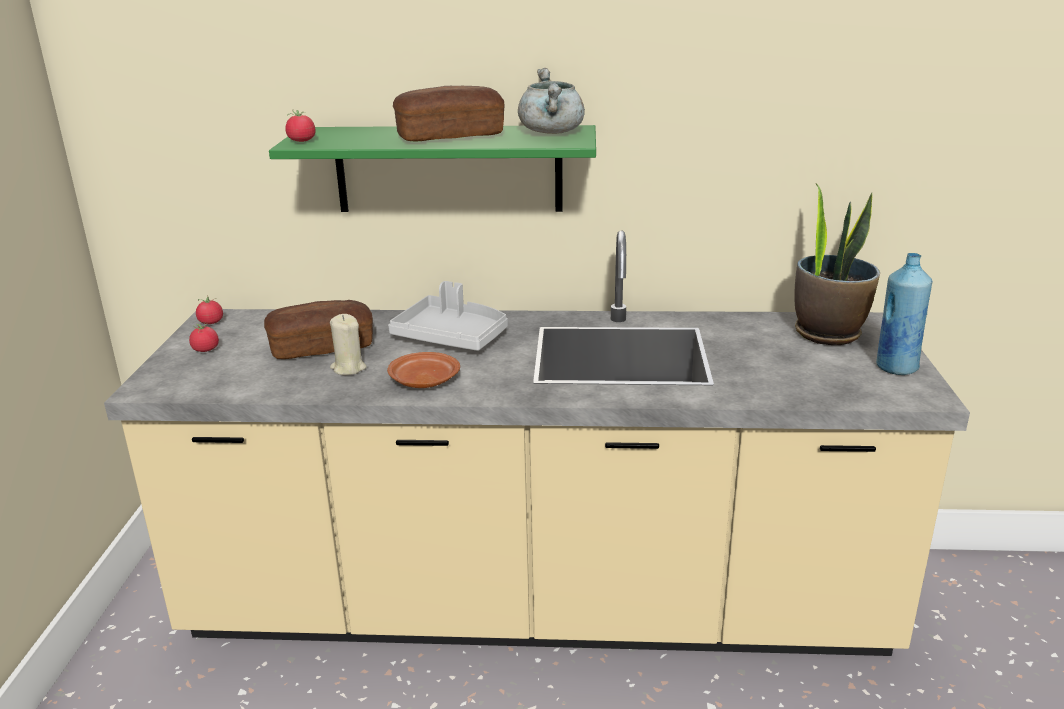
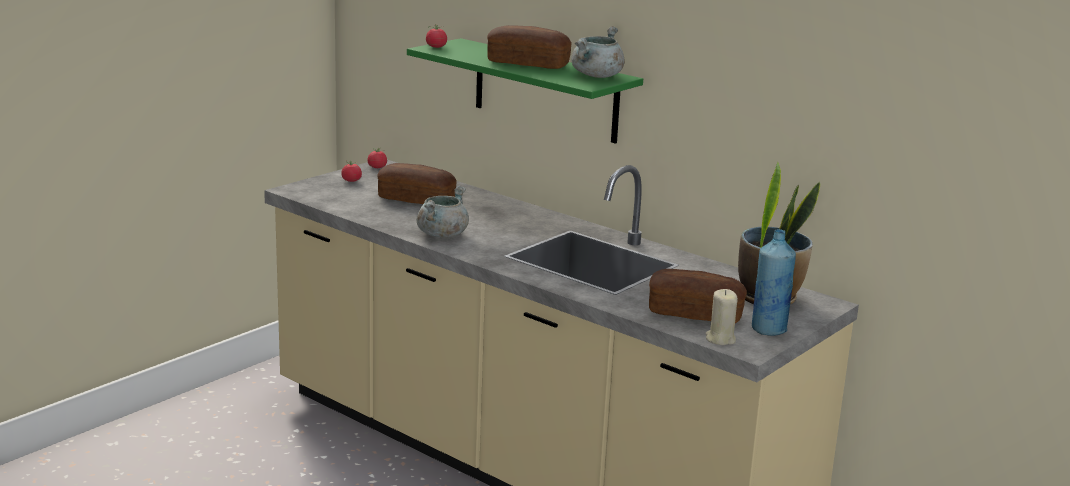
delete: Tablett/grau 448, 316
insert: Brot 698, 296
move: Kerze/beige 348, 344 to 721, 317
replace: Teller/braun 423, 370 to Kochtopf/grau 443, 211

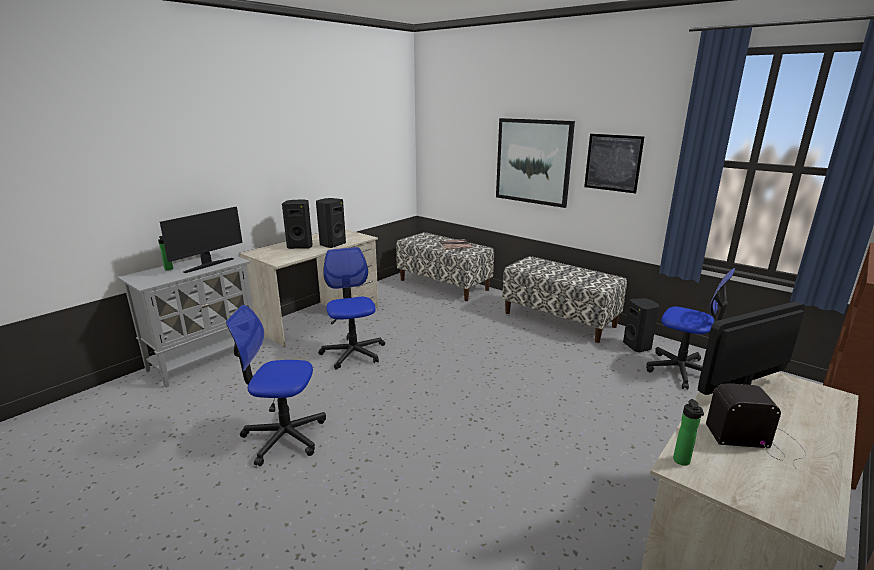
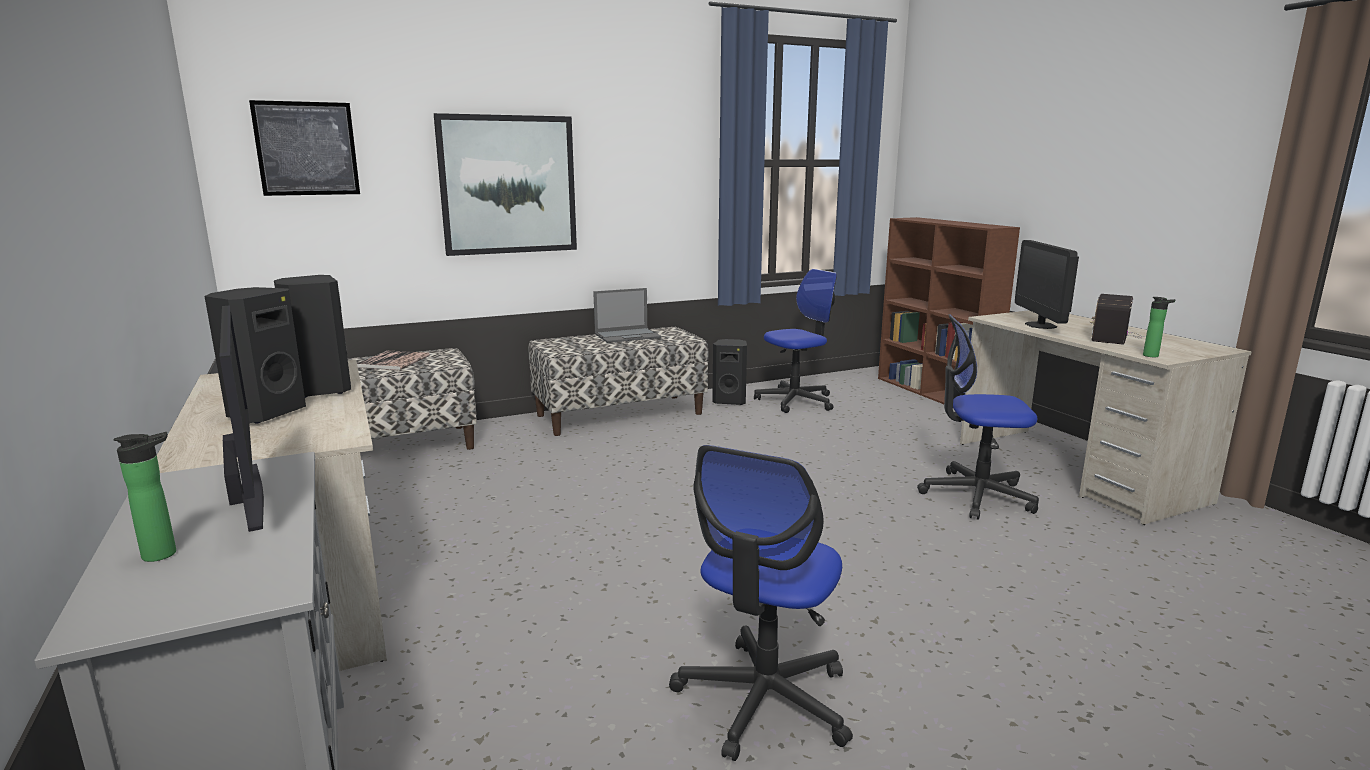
insert: Laptop 627, 315
move: Bürostuhl 351, 308 to 978, 417; Bild 614, 163 to 304, 148

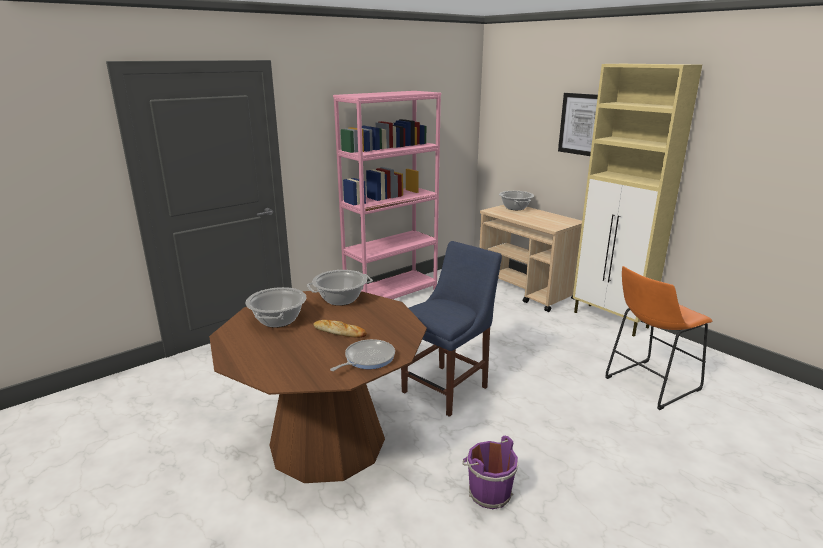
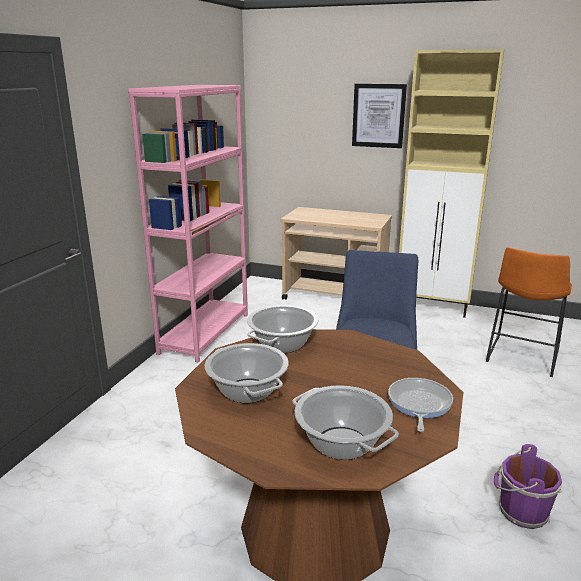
delete: Brot 340, 329
move: Kochtopf 516, 200 to 345, 422

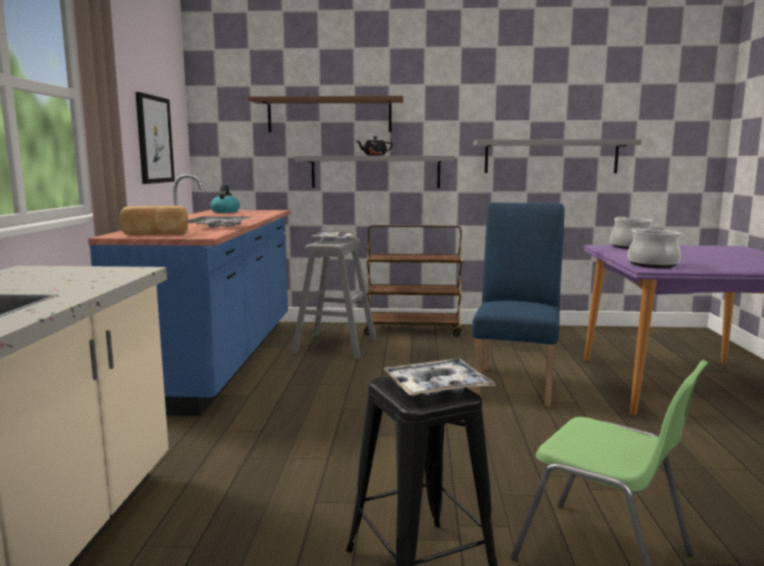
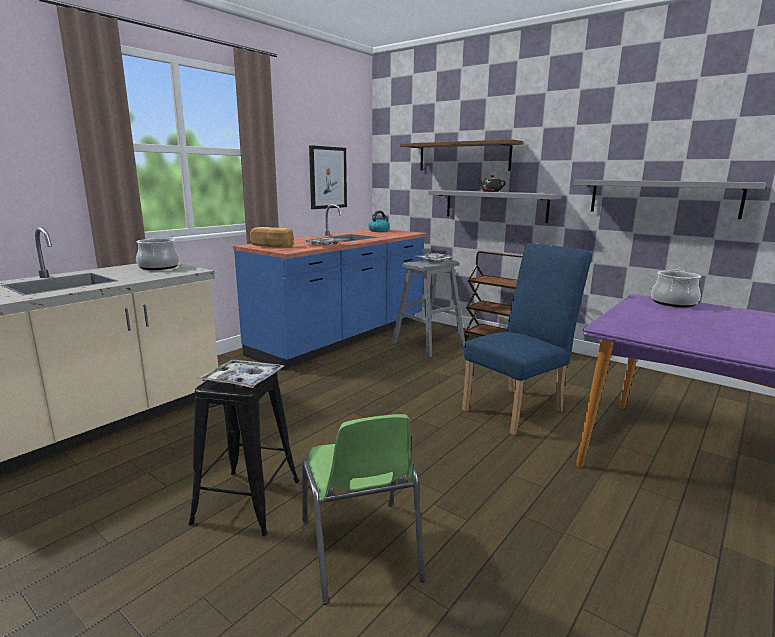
move: Kochtopf 655, 248 to 157, 253

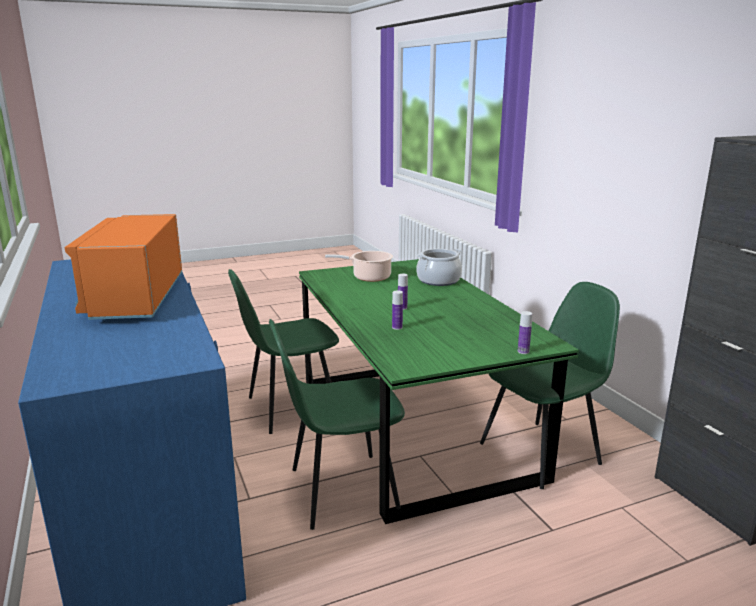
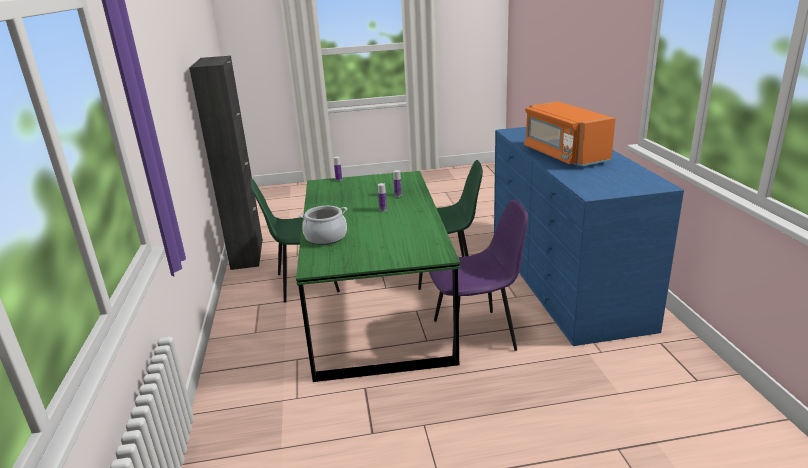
delete: Kochtopf 359, 266
recolor: Stuhl/grün 283, 351 to Stuhl/lila 478, 279
rotate: Mikrowelle/orange 123, 267 = 570, 134 150 degrees clockwise

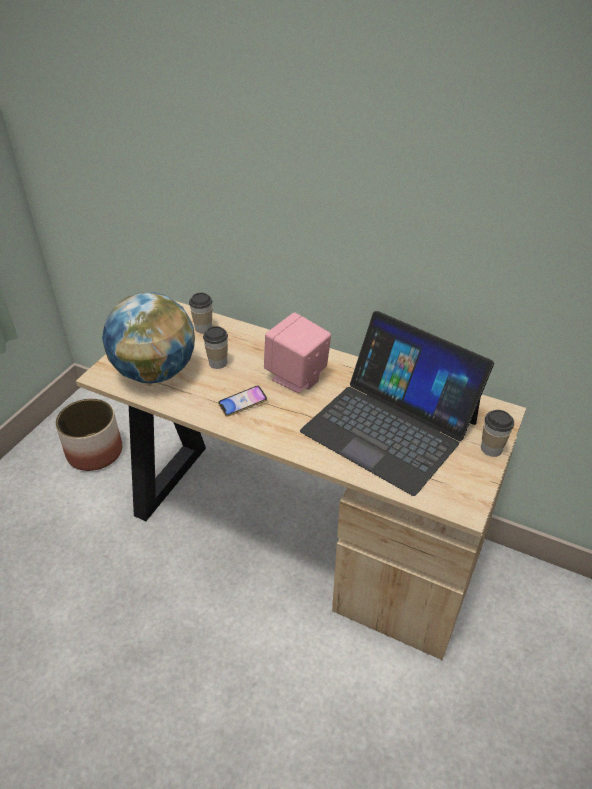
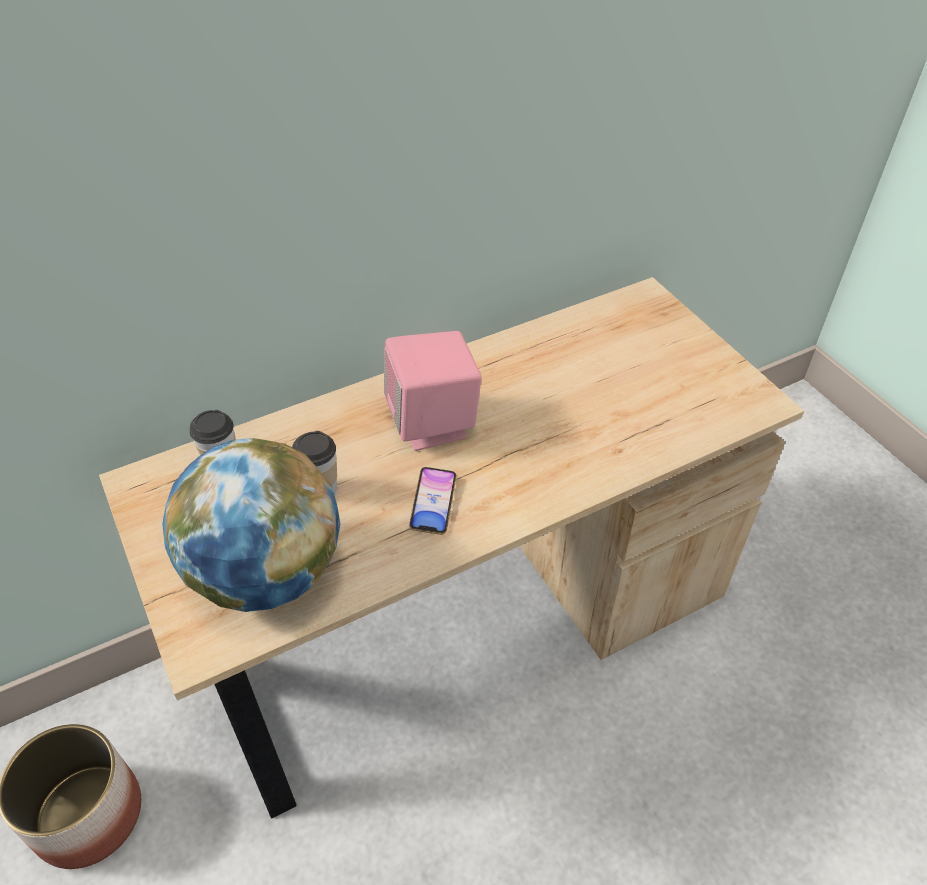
delete: Laptop 397, 403; Tasse 497, 433

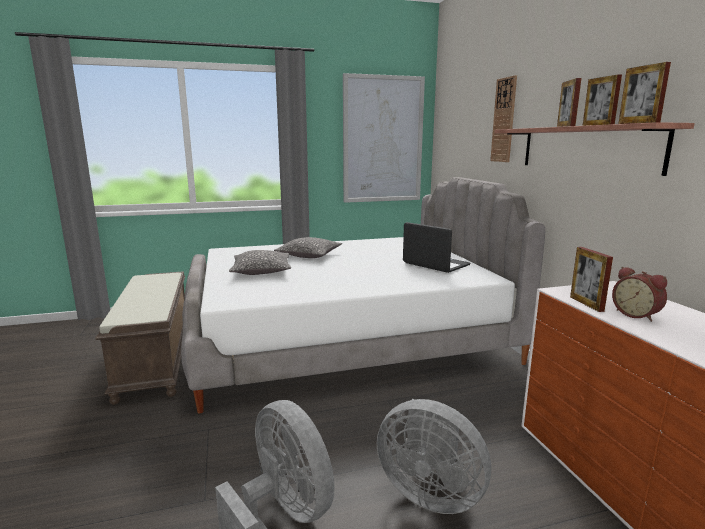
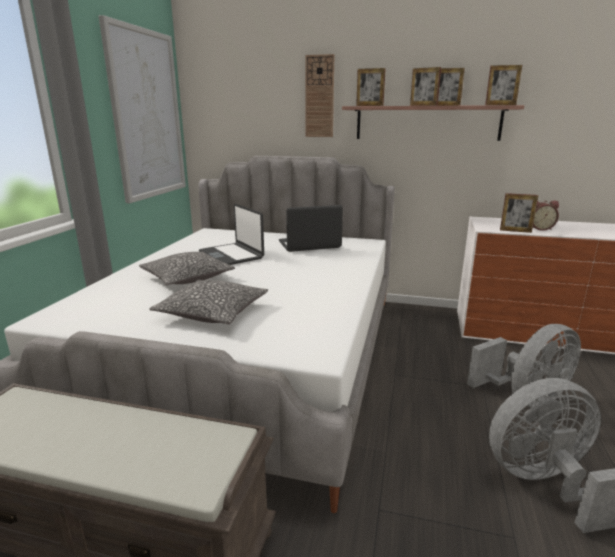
insert: Laptop 231, 234; Bilderrahmen 371, 87

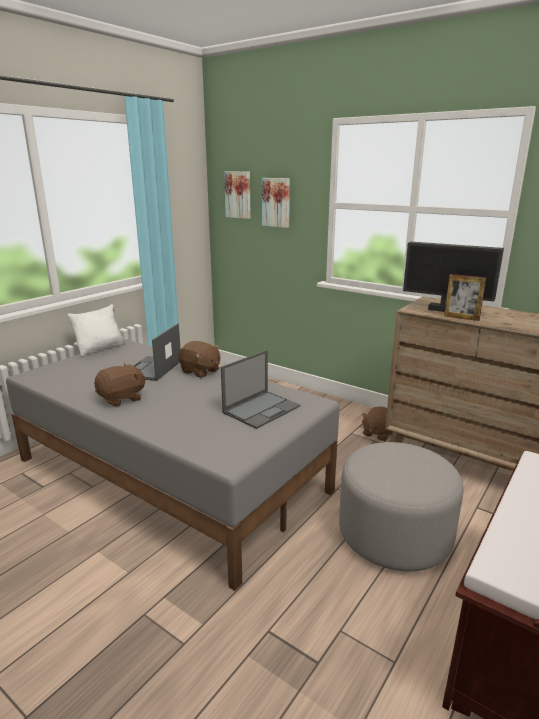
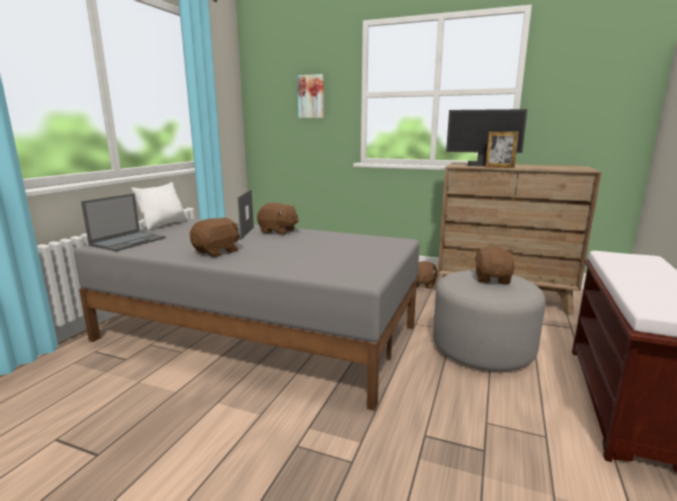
delete: Bild 237, 195
insert: Plüschtier/braun 494, 265
move: Laptop 260, 389 to 123, 222

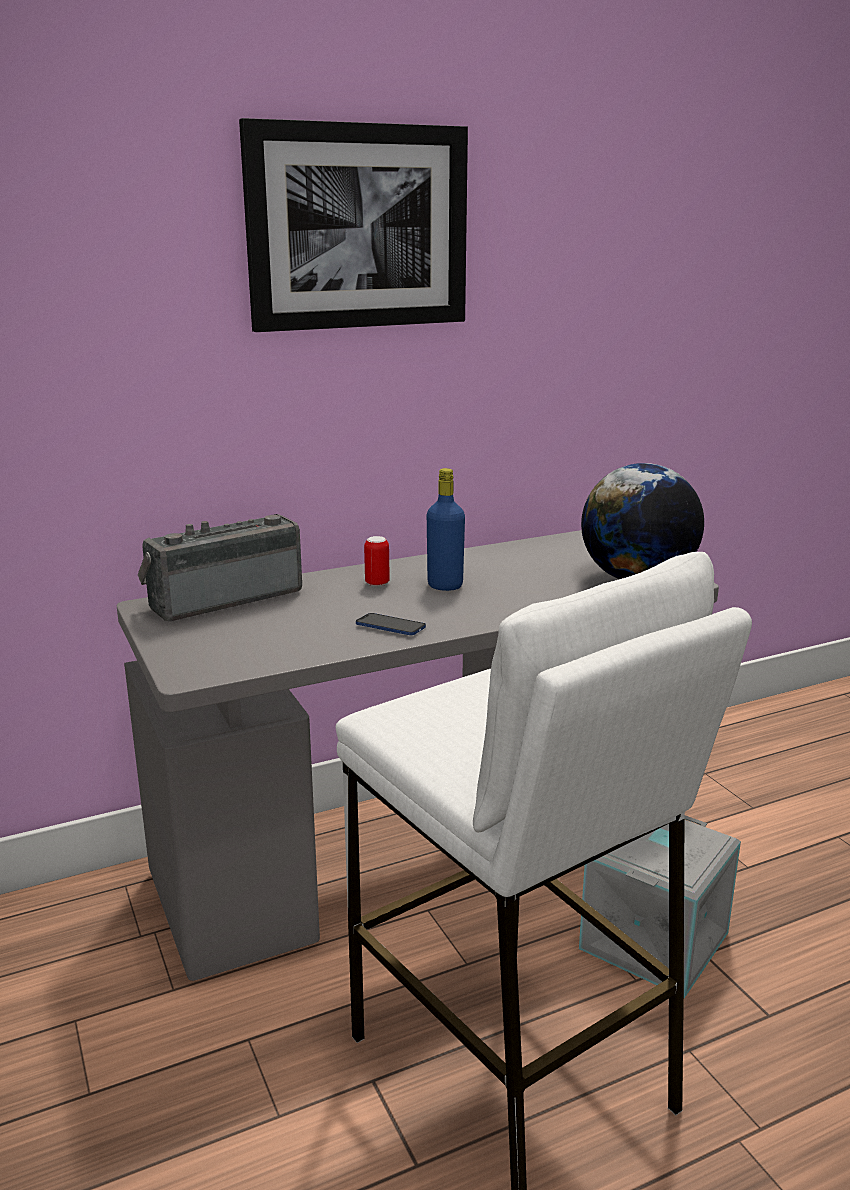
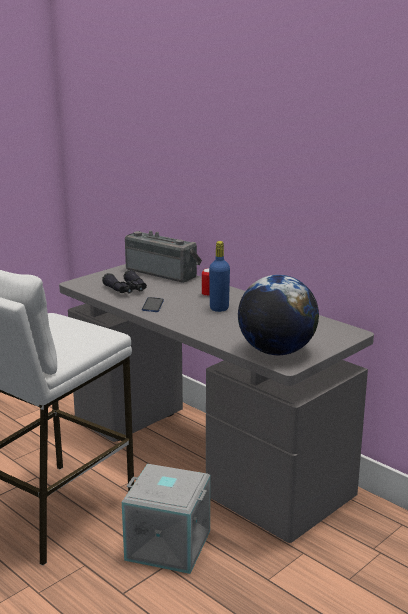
delete: Bild 353, 225
insert: Fernglas/schwarz 124, 282

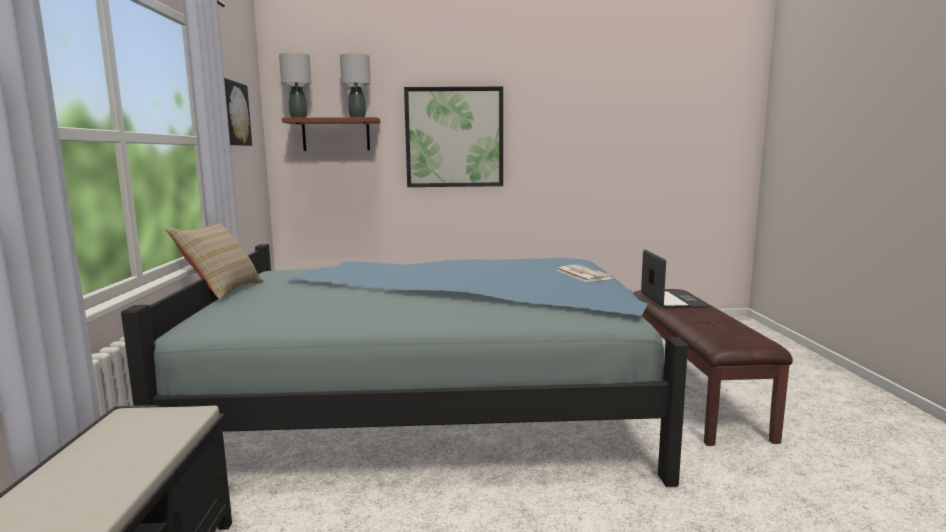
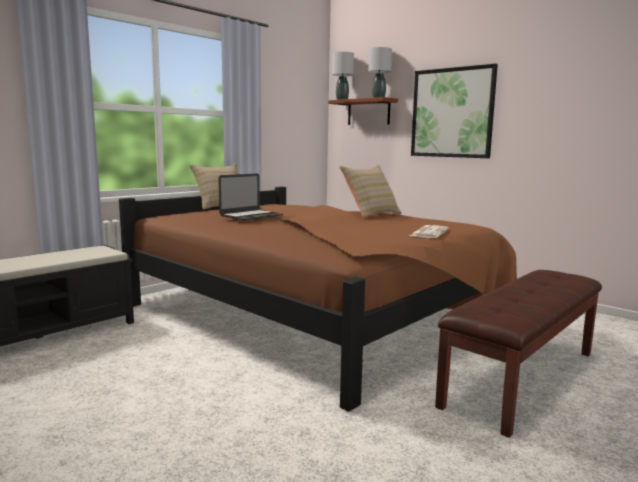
delete: Bild 238, 112
insert: Kissen/beige 370, 191
move: Laptop 675, 279 to 251, 197
recolor: Bett/blau 404, 365 to Bett/braun 318, 299

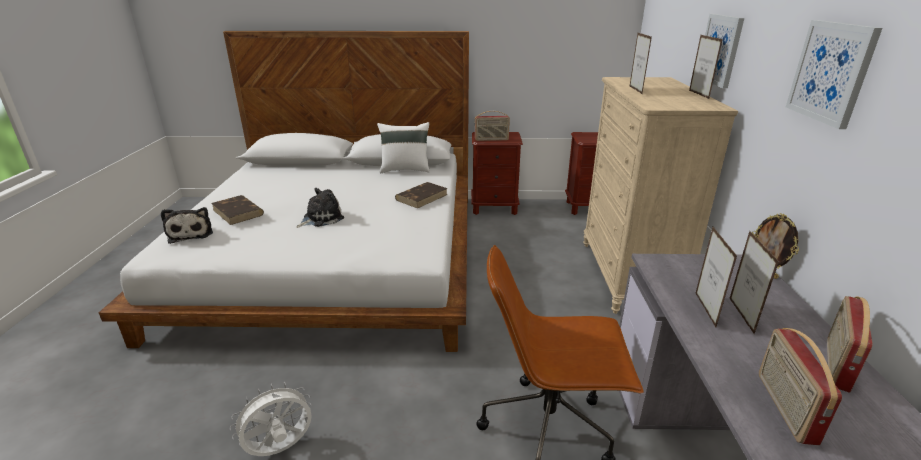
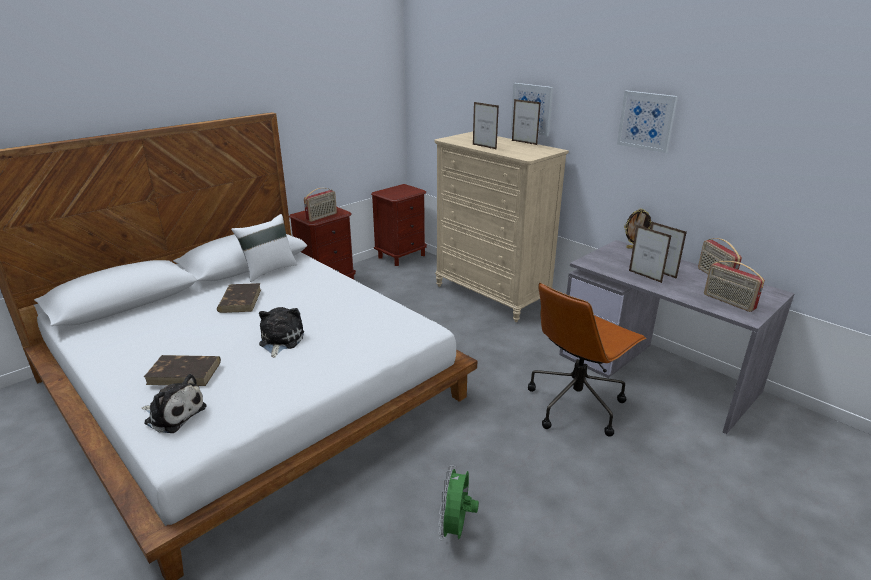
move: Buch/braun 421, 195 to 239, 298
recolor: Ventilator/weiß 270, 419 to Ventilator/grün 458, 503

